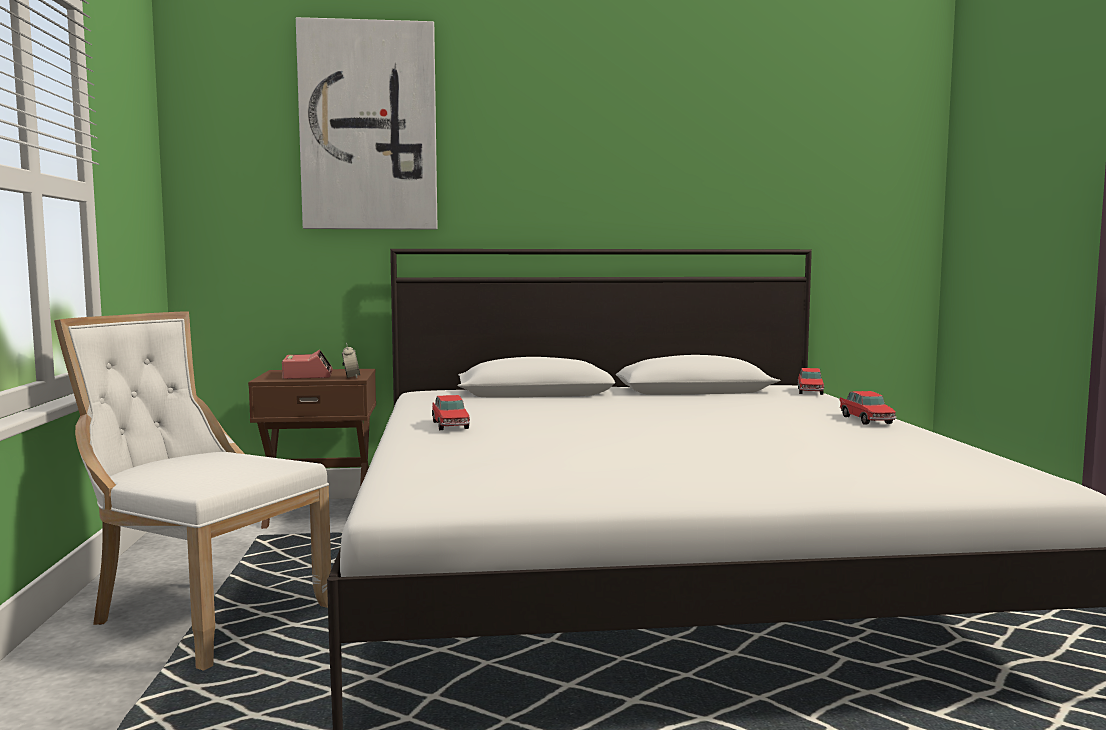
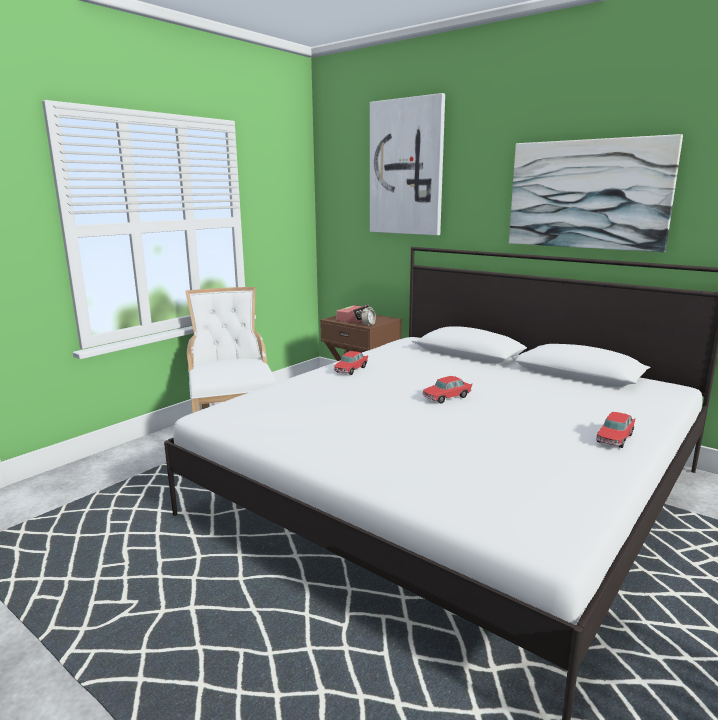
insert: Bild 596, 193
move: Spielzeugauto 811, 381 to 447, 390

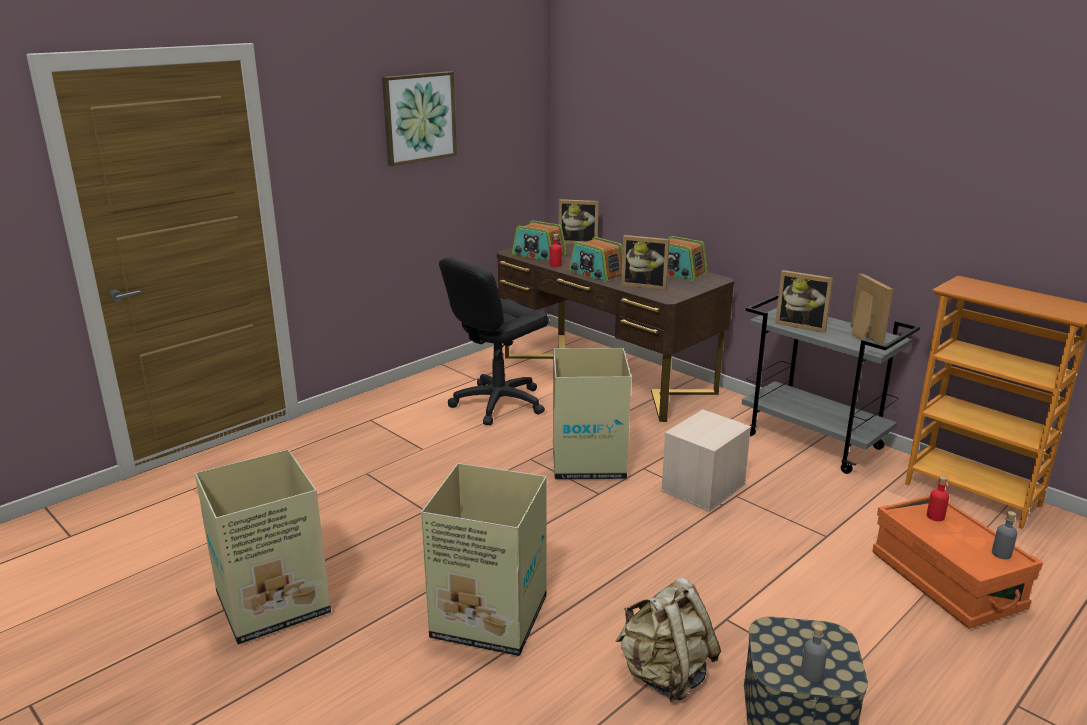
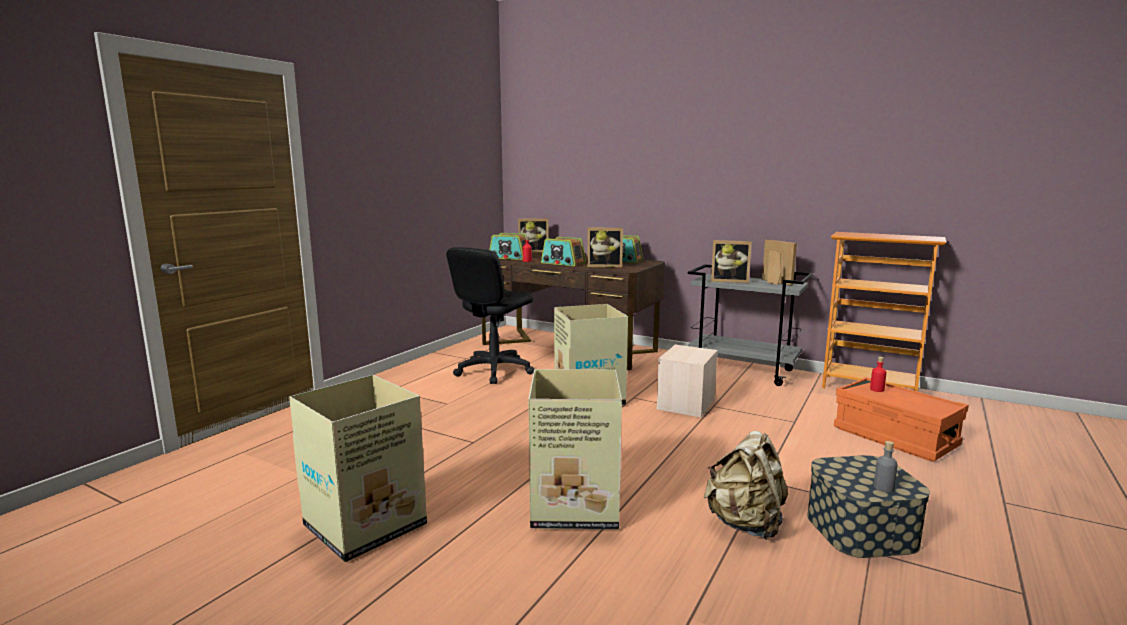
delete: Bild 419, 118; Flasche/grau 1004, 535

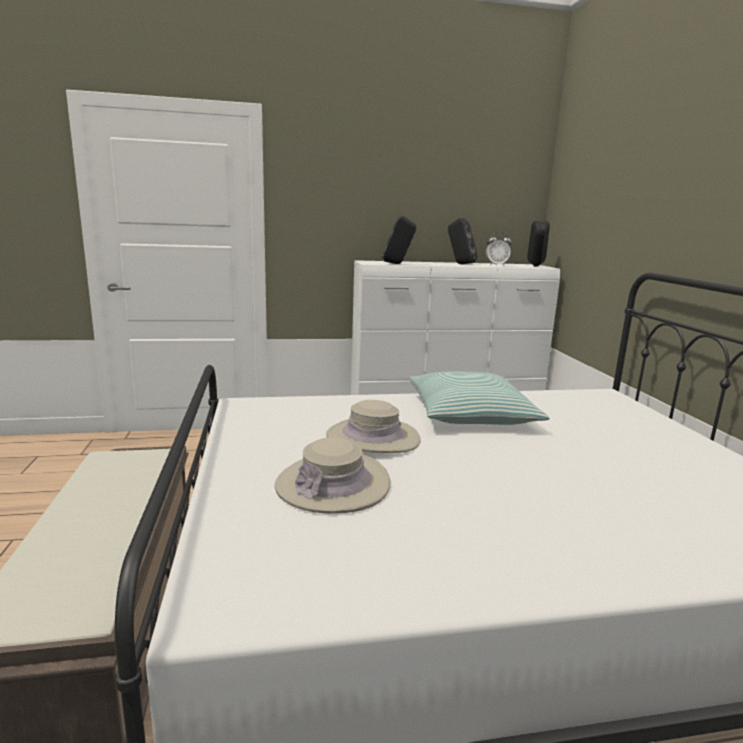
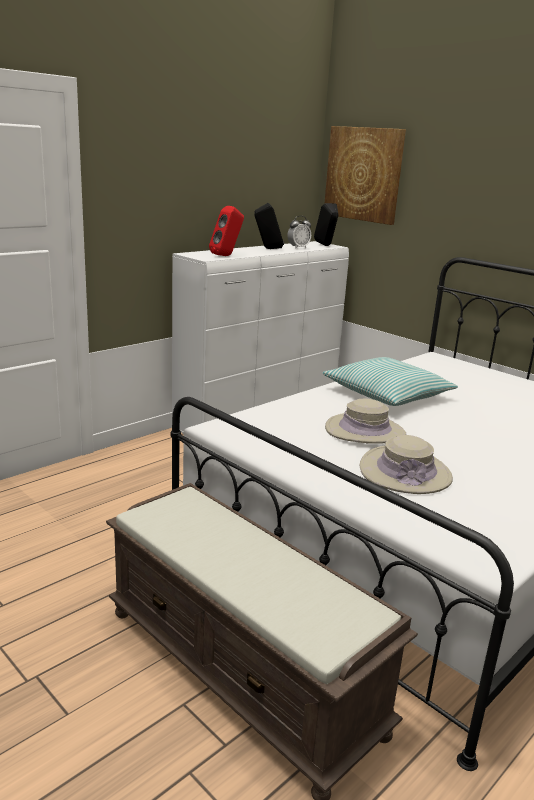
insert: Bild 365, 175
recolor: Lautsprecher/schwarz 399, 240 to Lautsprecher/rot 226, 231

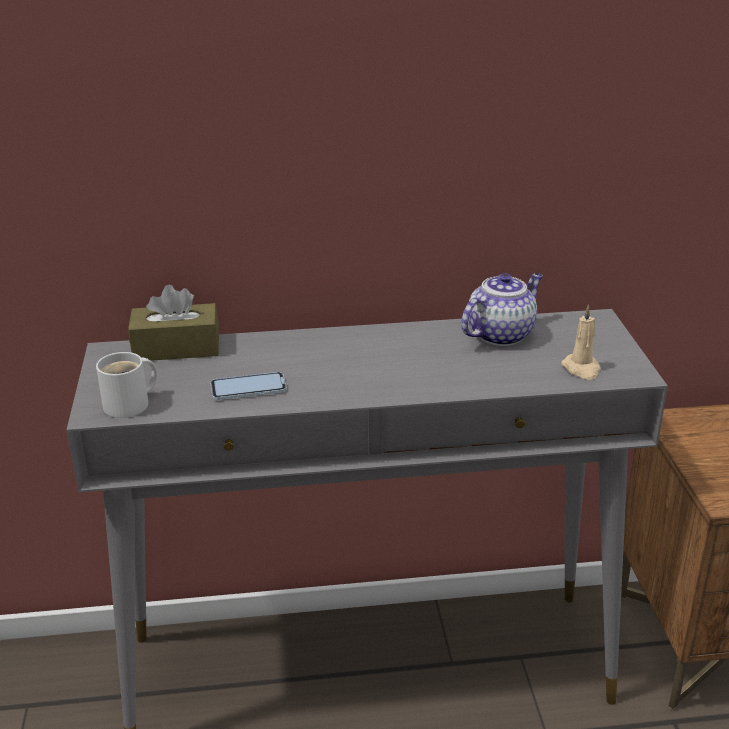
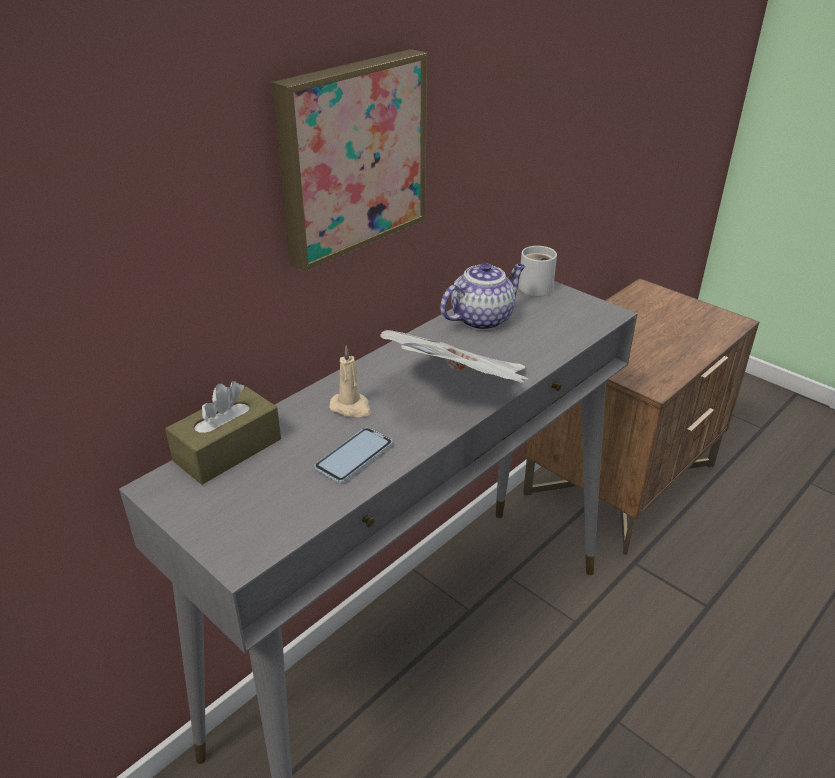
insert: Bild 349, 160; Zeitung 454, 356
move: Henkelbecher/weiß 126, 385 to 538, 271; Kerze/beige 581, 342 to 350, 381
rotate: Teekanne 502, 309 = 482, 296 45 degrees clockwise

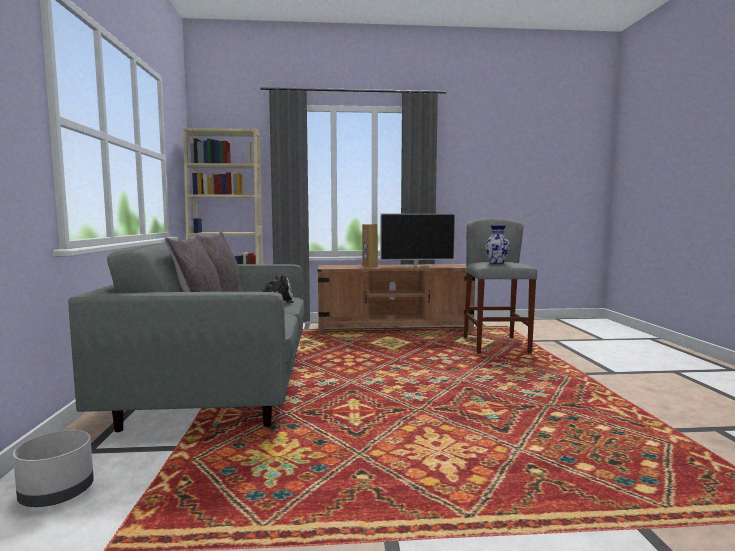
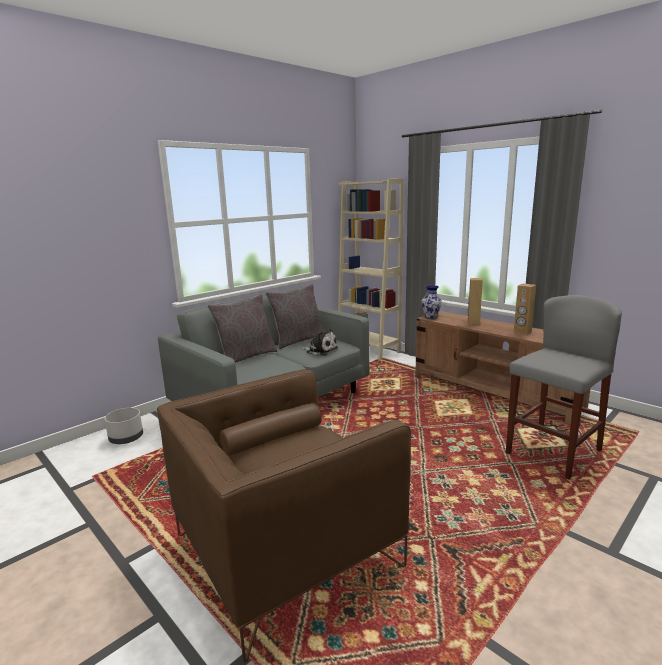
insert: Sessel/braun 284, 516
move: Vase 497, 244 to 431, 302
replace: Fernseher 418, 240 to Lautsprecher/braun 525, 309

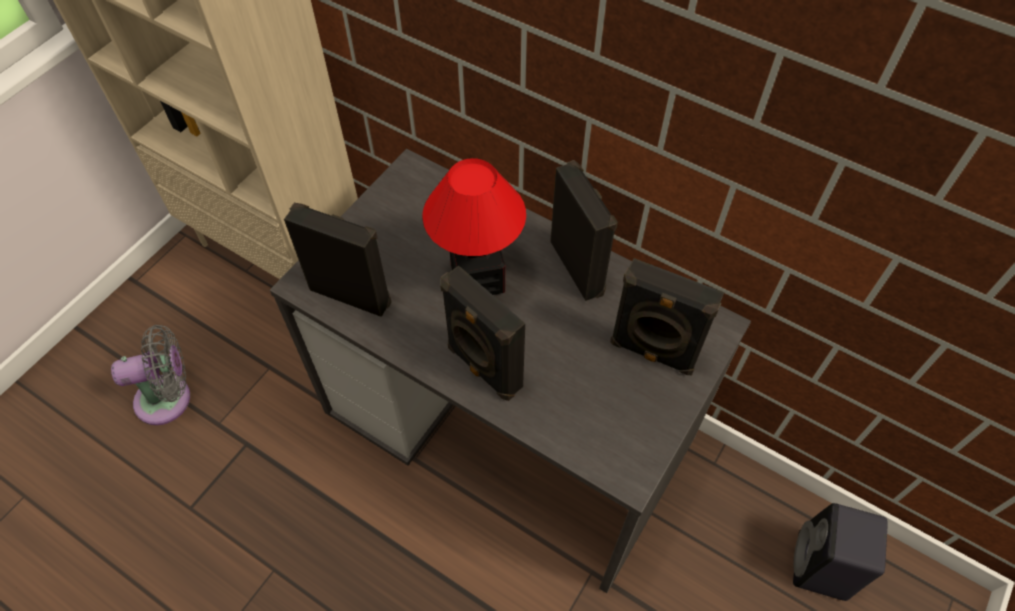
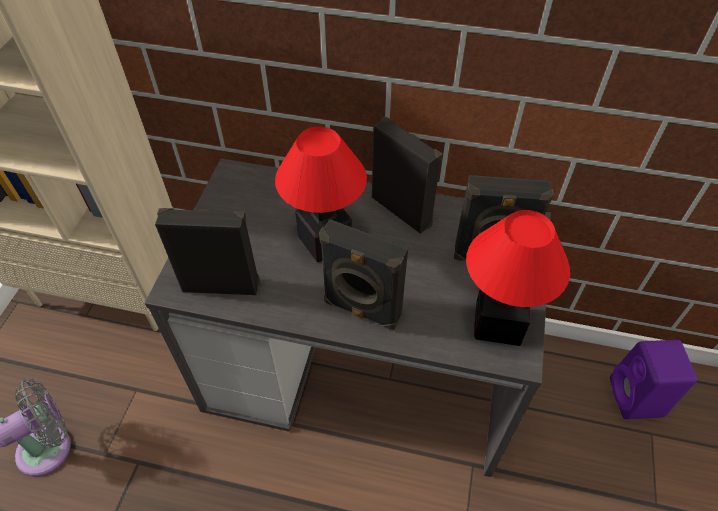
insert: Tischlampe 518, 278
recolor: Lautsprecher/schwarz 840, 552 to Lautsprecher/lila 653, 379

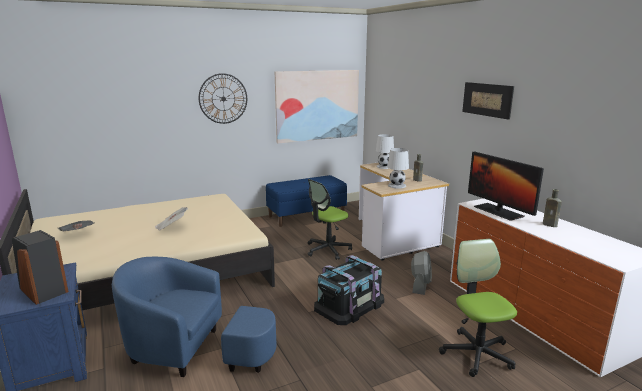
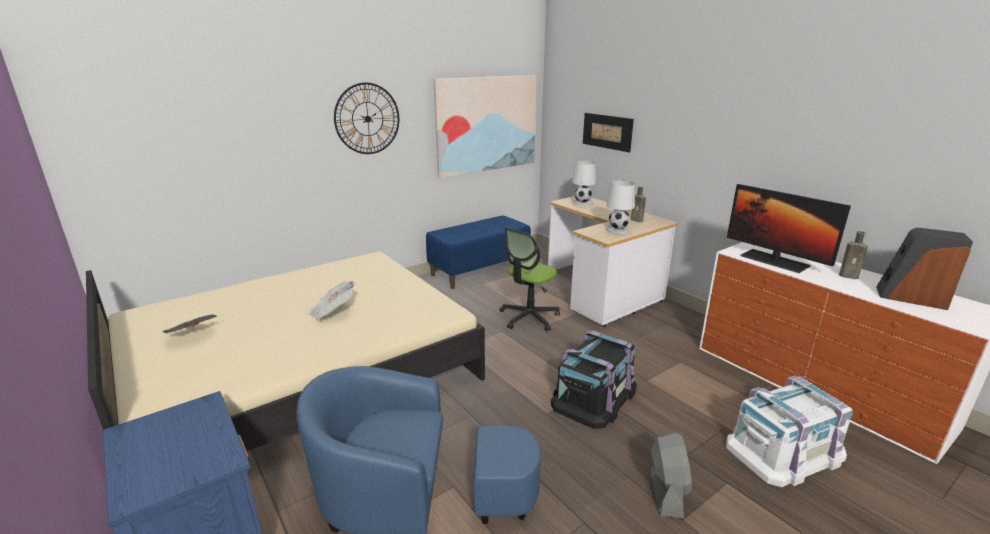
move: Lautsprecher 40, 267 to 924, 269; Ventilator/grau 421, 273 to 671, 474; Bild 488, 101 to 608, 133
replace: Bürostuhl 478, 308 to Aufbewahrungsbox/weiß 789, 431

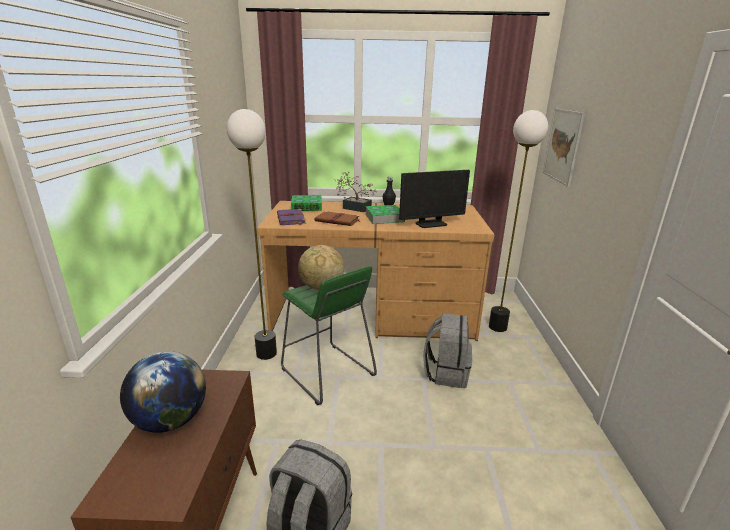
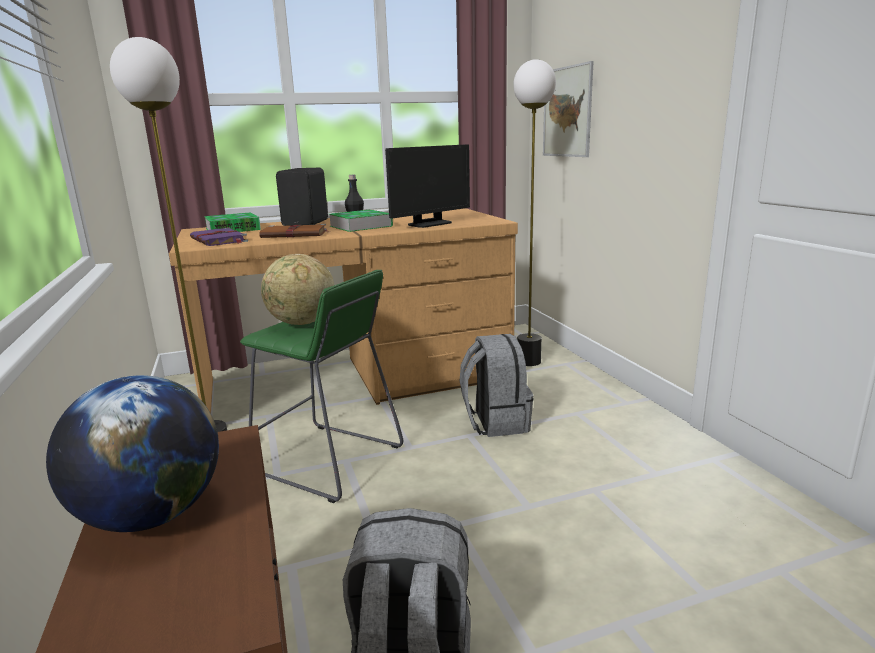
replace: Topfpflanze 356, 192 to Lautsprecher/schwarz 302, 197

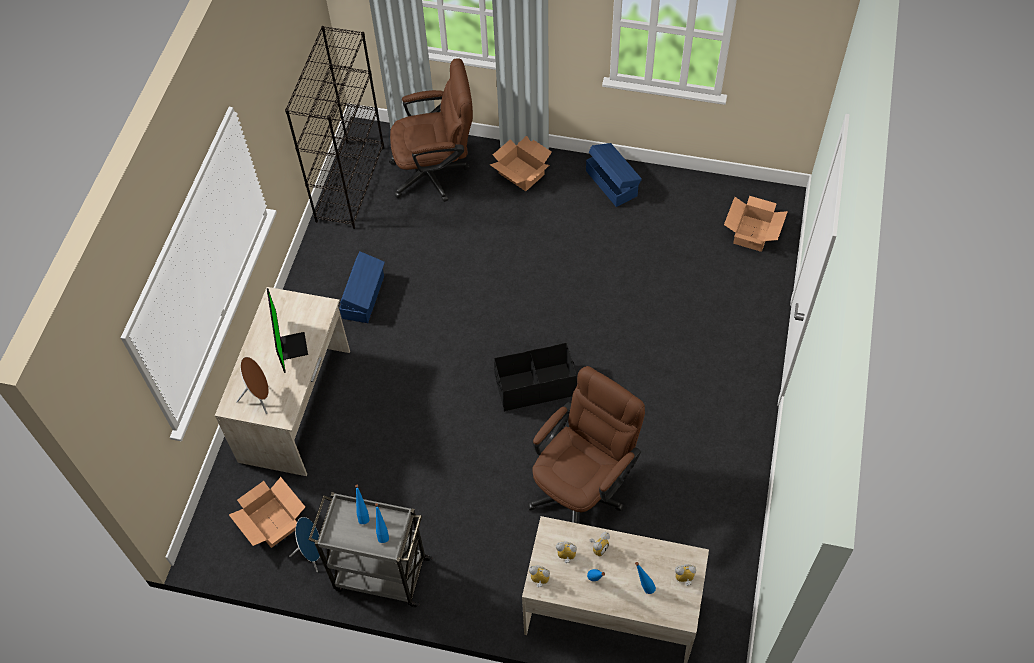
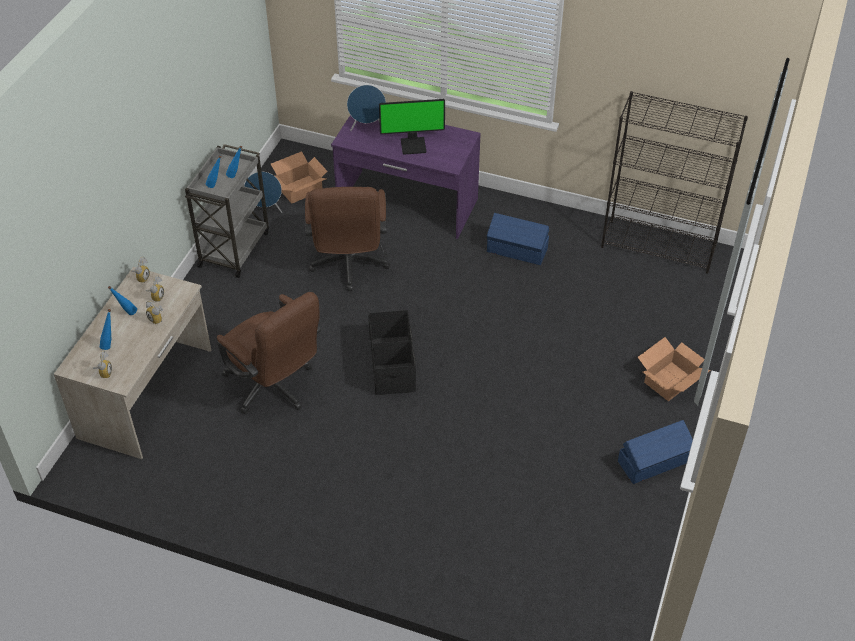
delete: Karton 756, 224
move: Bürostuhl/braun 431, 130 to 347, 239
recolor: Schreibtisch/beige 282, 381 to Schreibtisch/lila 406, 177; Lautsprecher/braun 252, 385 to Lautsprecher/blau 366, 108

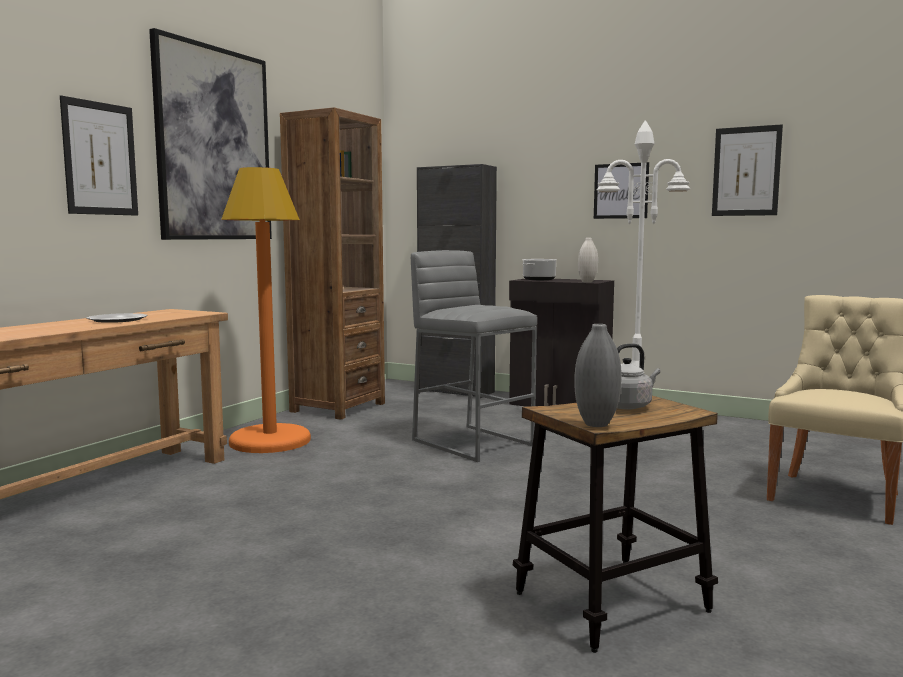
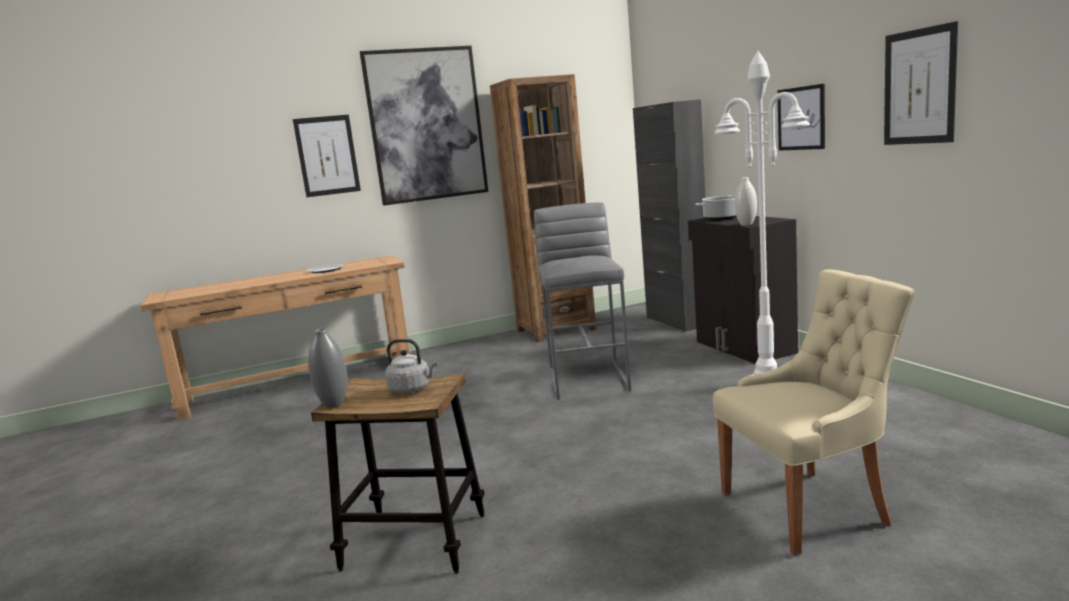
delete: Stehlampe/orange 266, 310

